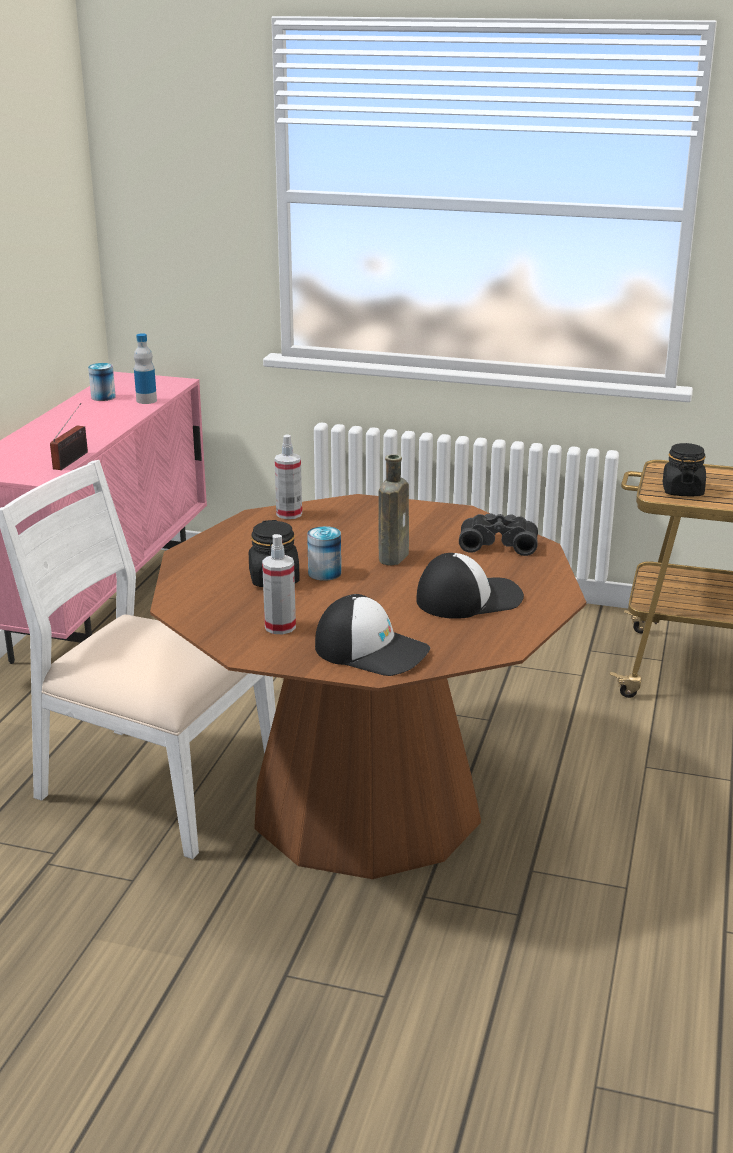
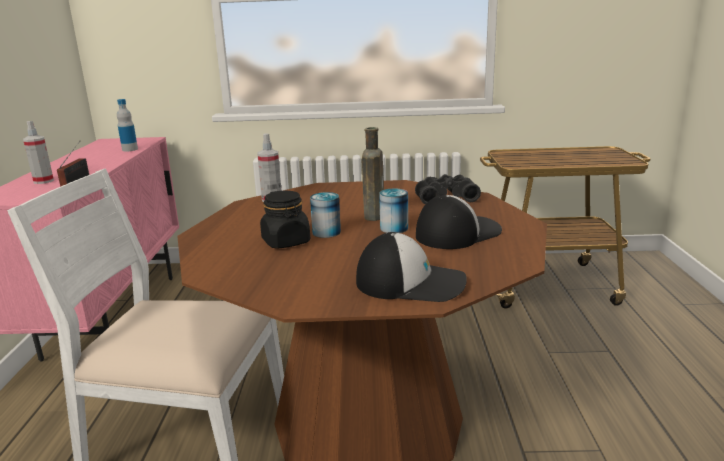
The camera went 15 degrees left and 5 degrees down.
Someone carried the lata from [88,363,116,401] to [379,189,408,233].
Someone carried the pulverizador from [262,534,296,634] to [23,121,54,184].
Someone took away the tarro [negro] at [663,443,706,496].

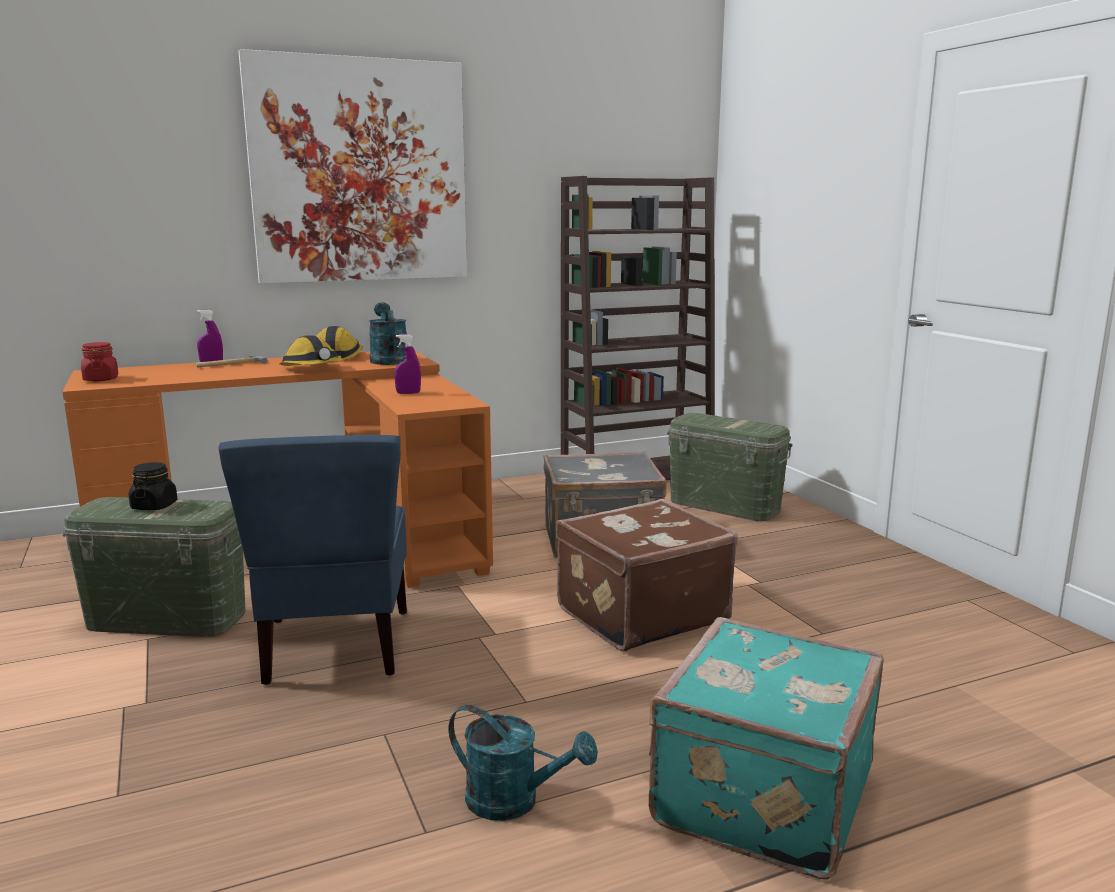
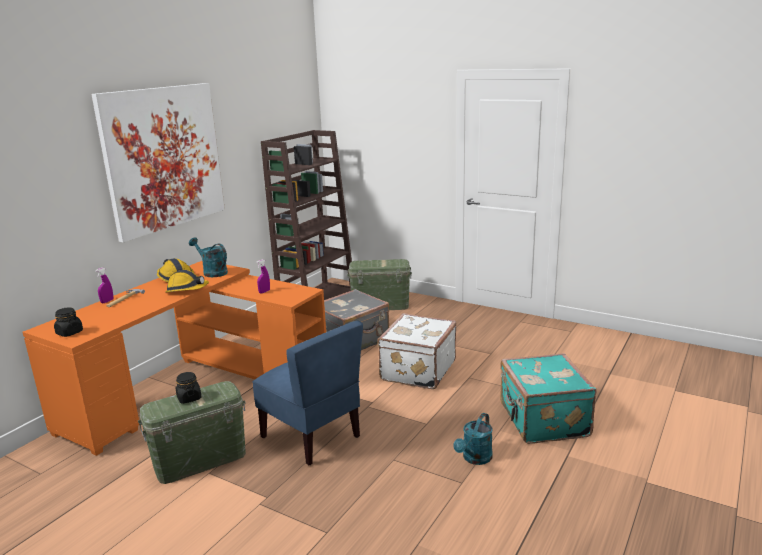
The camera went 35 degrees left and 5 degrees up.
Someone repainted the tarro [rojo] at [81,342,118,381], which became the tarro [negro] at [54,307,83,337].
Someone rotated the regadera [turquesa] at [449,705,598,821] by 135 degrees clockwise.
Someone repainted the maleta [marrón] at [556,499,738,652], which became the maleta [blanco] at [377,313,456,389].

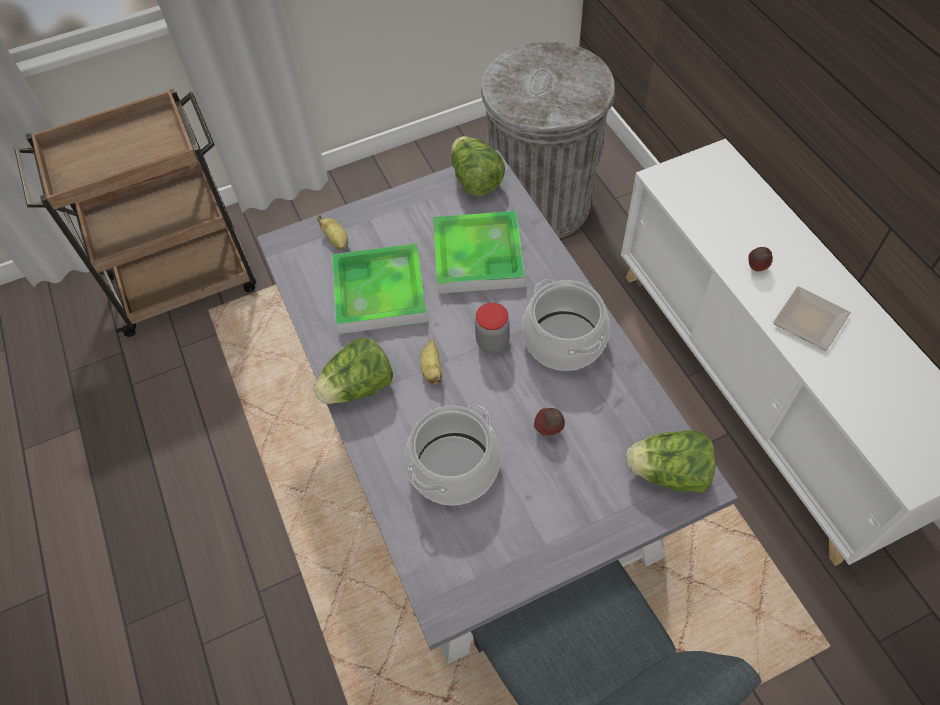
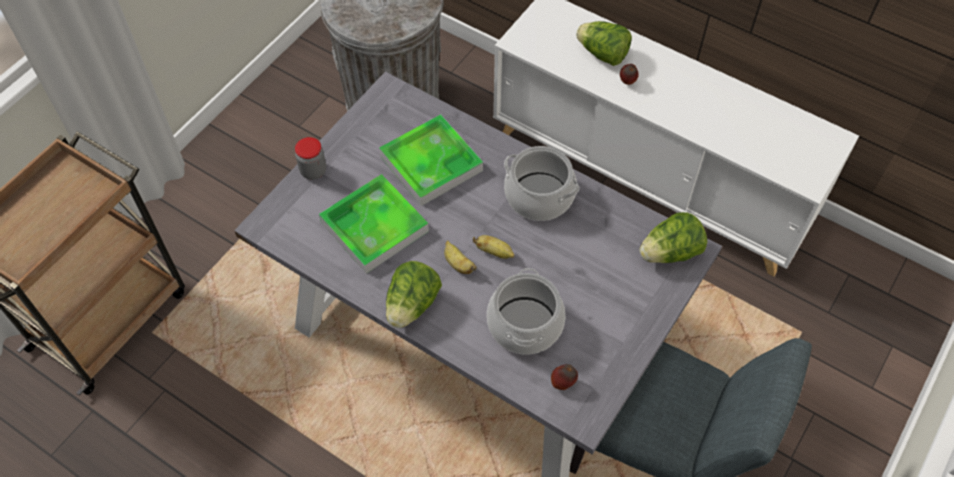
The camera went 35 degrees left and 0 degrees up.
Someone carried the plátano from [318,215,348,250] to [473,235,514,259].
Someone carried the lechuga from [451,136,505,196] to [576,21,632,66].
Someone carried the tarro from [475,303,509,354] to [295,137,326,180].
Someone carried the manzana from [534,408,565,436] to [551,364,578,390].
Someone took away the plato at [773,286,851,351].

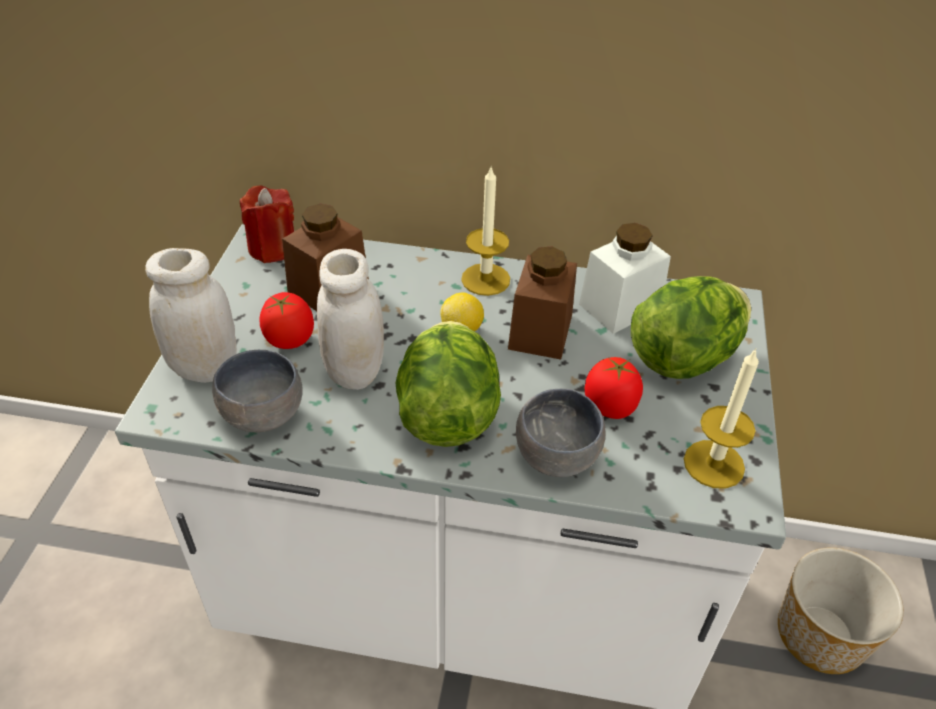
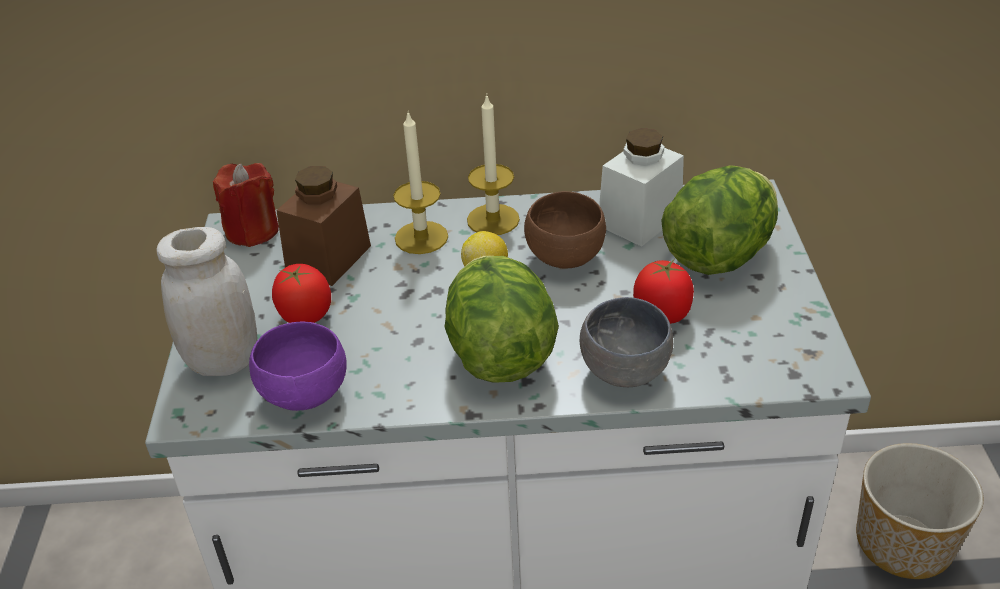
The camera went 10 degrees left and 5 degrees down.
Someone repainted the cuenco [gris] at [212,350,303,432], which became the cuenco [morado] at [249,321,347,411].
Someone took away the tarro [blanco] at [317,249,384,390].
Someone swapped the tarro [marrón] at [508,247,577,359] for the cuenco [marrón] at [524,191,606,269].
Someone carried the vela from [684,349,759,489] to [393,112,448,254].

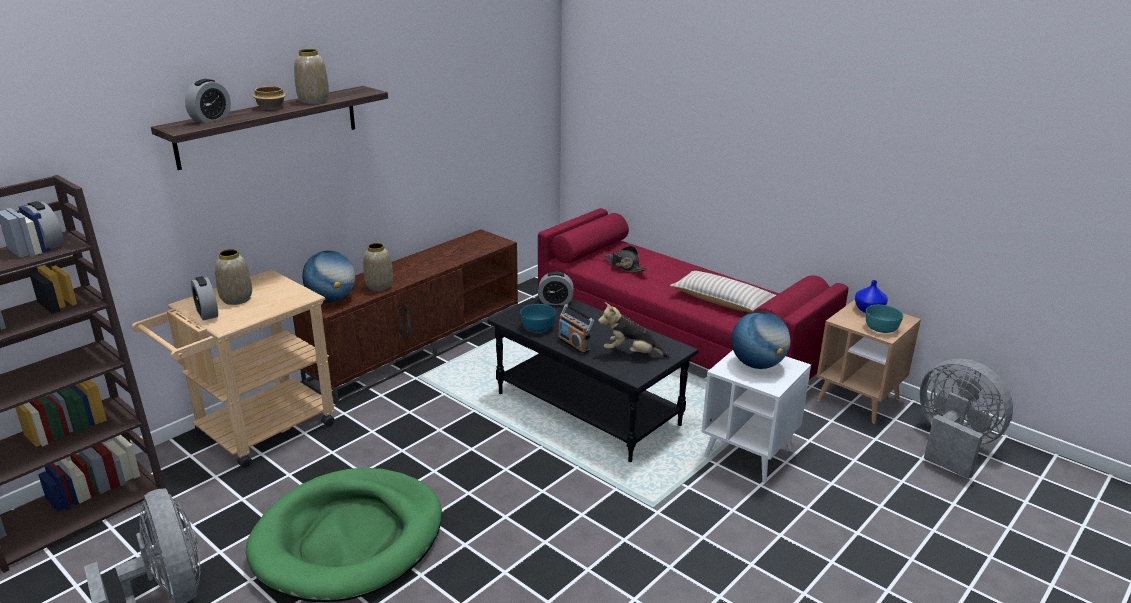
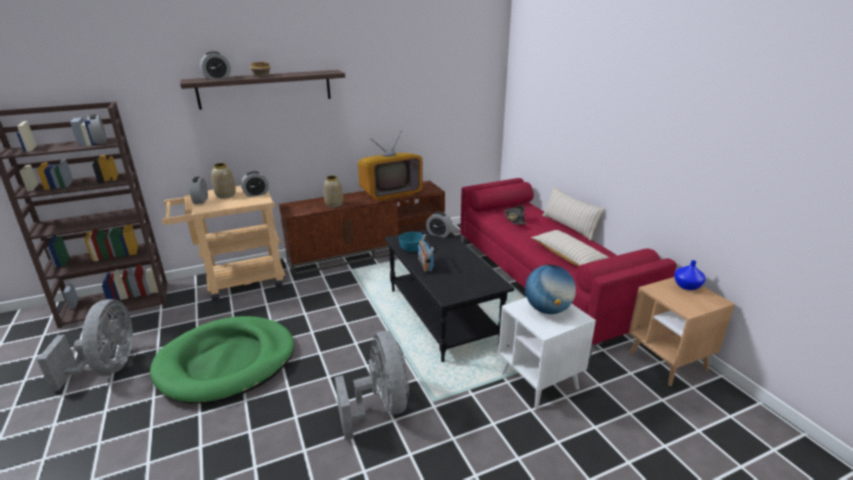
The camera went 25 degrees right and 0 degrees up.
Someone took away the florero at [294,49,329,104].
Someone took away the globo terráqueo at [302,251,355,302].
Someone took away the peluche at [598,302,670,358].
Someone took away the cuenco [turquesa] at [866,305,903,333].
Someone carried the ventilador [gris] from [919,359,1013,479] to [335,331,409,441].
Someone put down the despertador at [241,171,269,197].
Someone put down the televisor at [358,131,423,202].
Someone put down the cojín [beis] at [542,187,604,241].

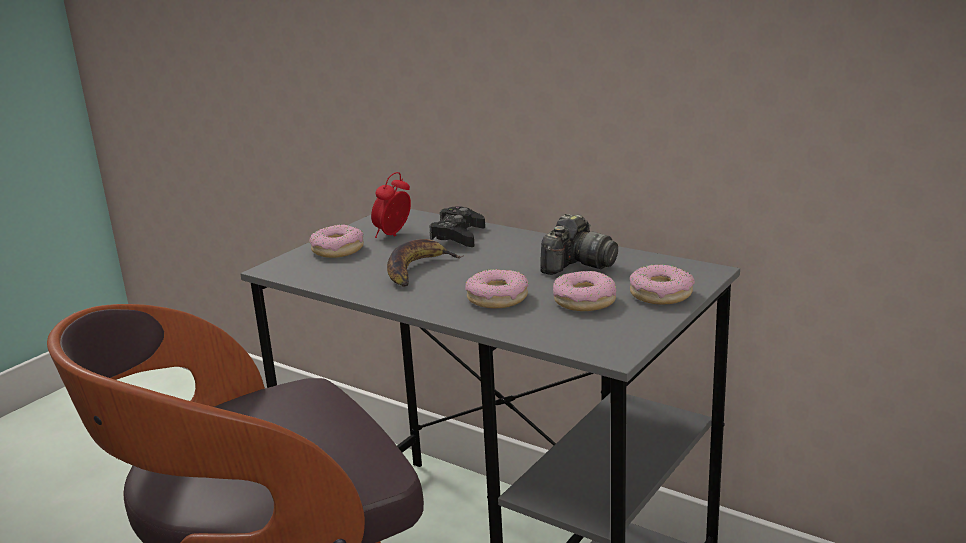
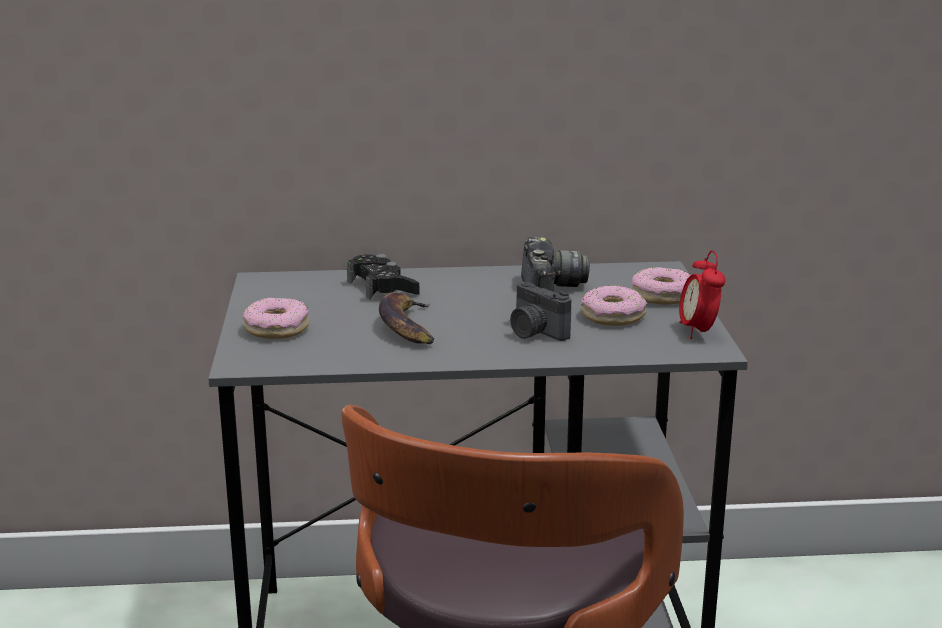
The camera went 40 degrees left and 0 degrees up.
Someone carried the despertador from [371,172,411,238] to [679,250,725,339].
Someone swapped the rosquilla at [465,269,529,308] for the cámara at [510,282,571,341].

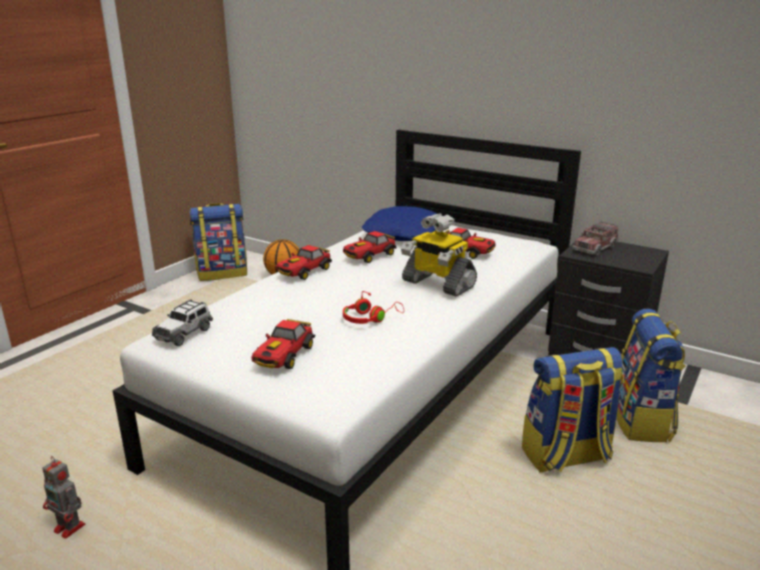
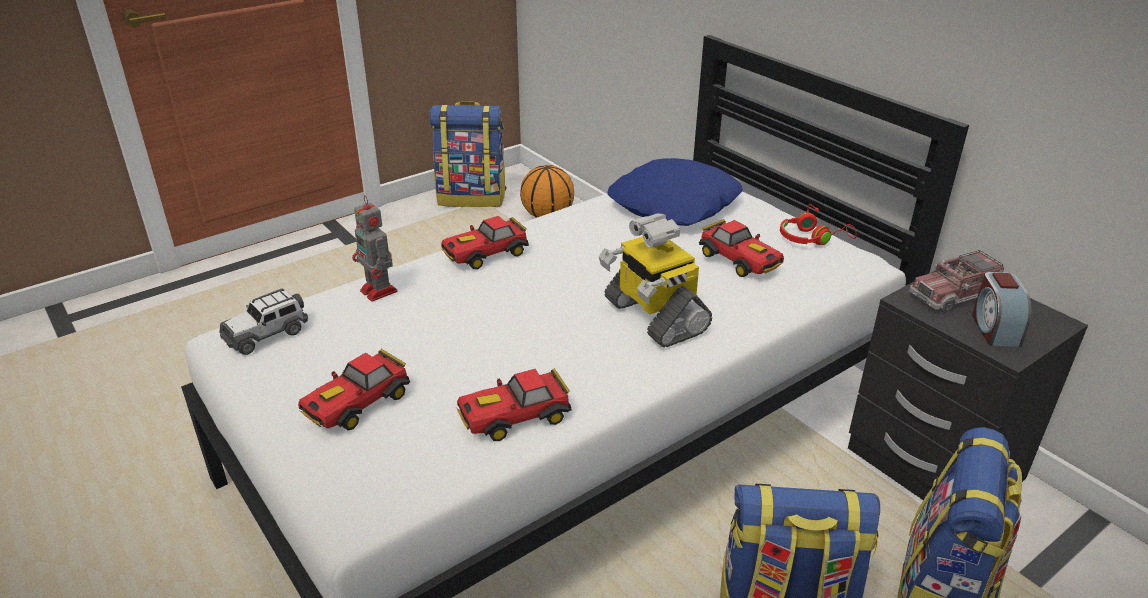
The camera went 20 degrees right and 10 degrees up.
Someone carried the robot de juguete from [42,456,85,539] to [352,196,398,301].
Someone carried the coche de juguete from [343,231,397,263] to [457,368,572,441].
Someone carried the auriculares [rojo] from [343,291,404,324] to [780,204,856,245].
Someone put down the despertador at [972,272,1032,347].

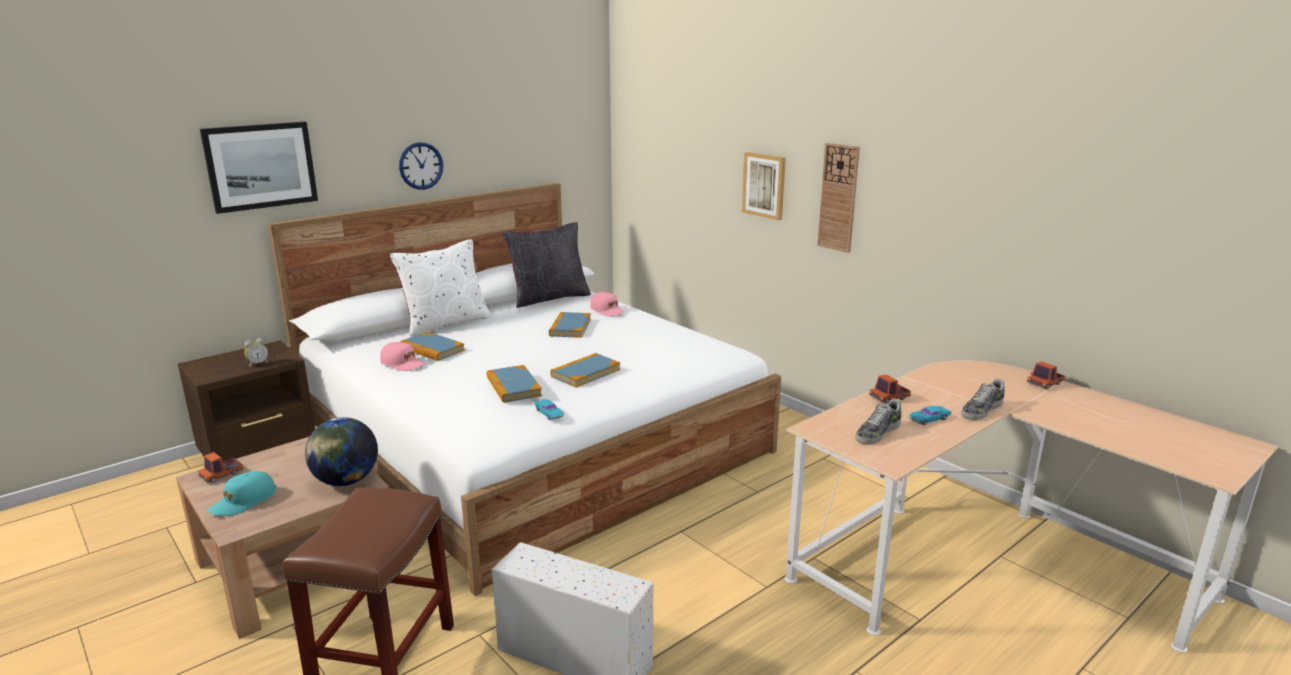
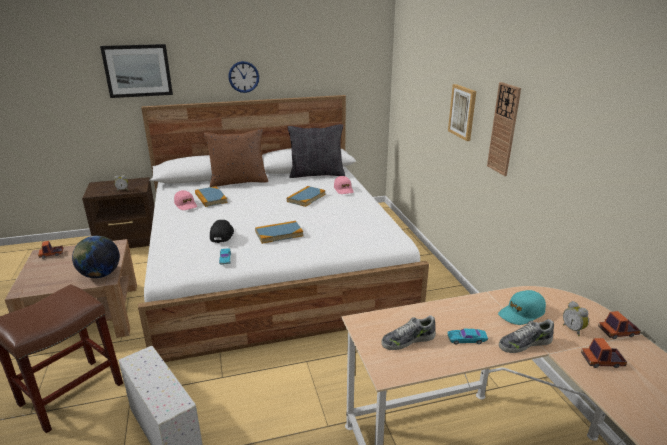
The camera went 25 degrees right and 5 degrees up.
Someone carried the gorra [turquesa] from [208,471,276,516] to [498,290,546,325].
Someone repainted the cojín [blanco] at [390,239,491,337], which became the cojín [marrón] at [204,129,268,187].
Someone swapped the libro at [487,365,542,403] for the gorra [negro] at [210,220,234,243].
Someone carried the camión de juguete from [869,374,911,404] to [581,338,627,368].
Someone put down the despertador at [563,301,589,336].

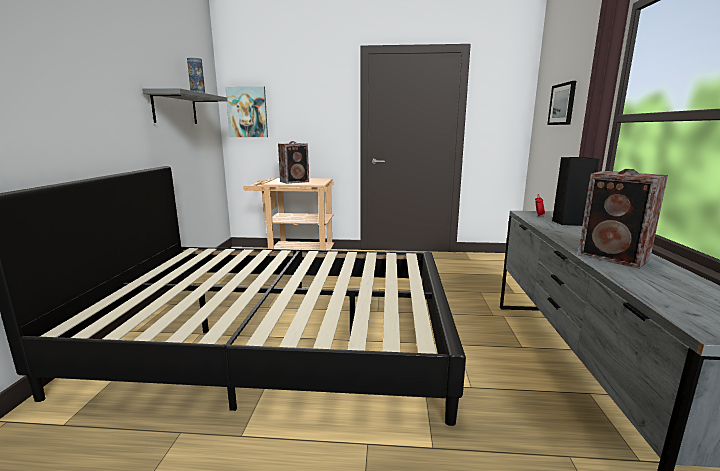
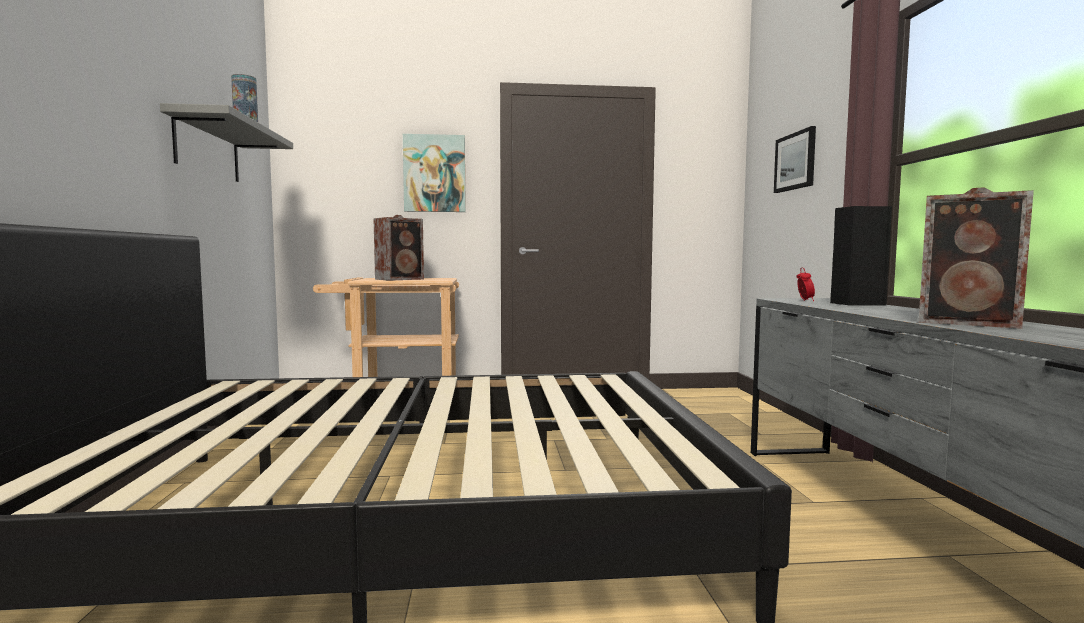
The camera went 10 degrees left and 10 degrees down.
Someone carried the cuadro from [225,86,268,137] to [403,134,466,212].

